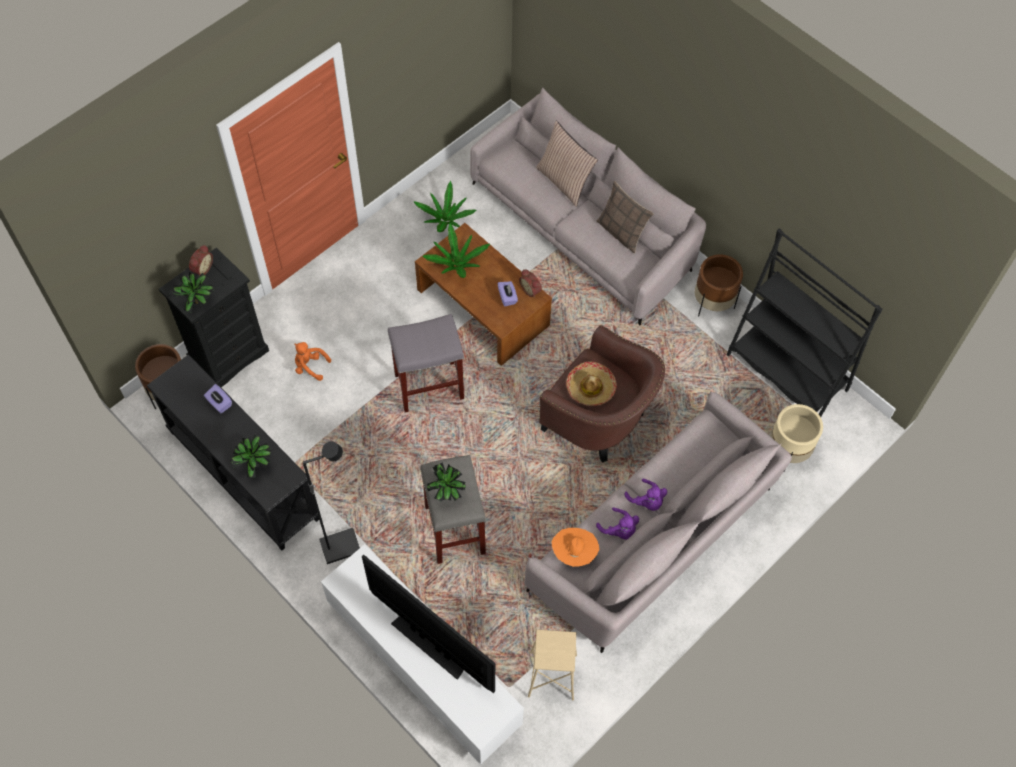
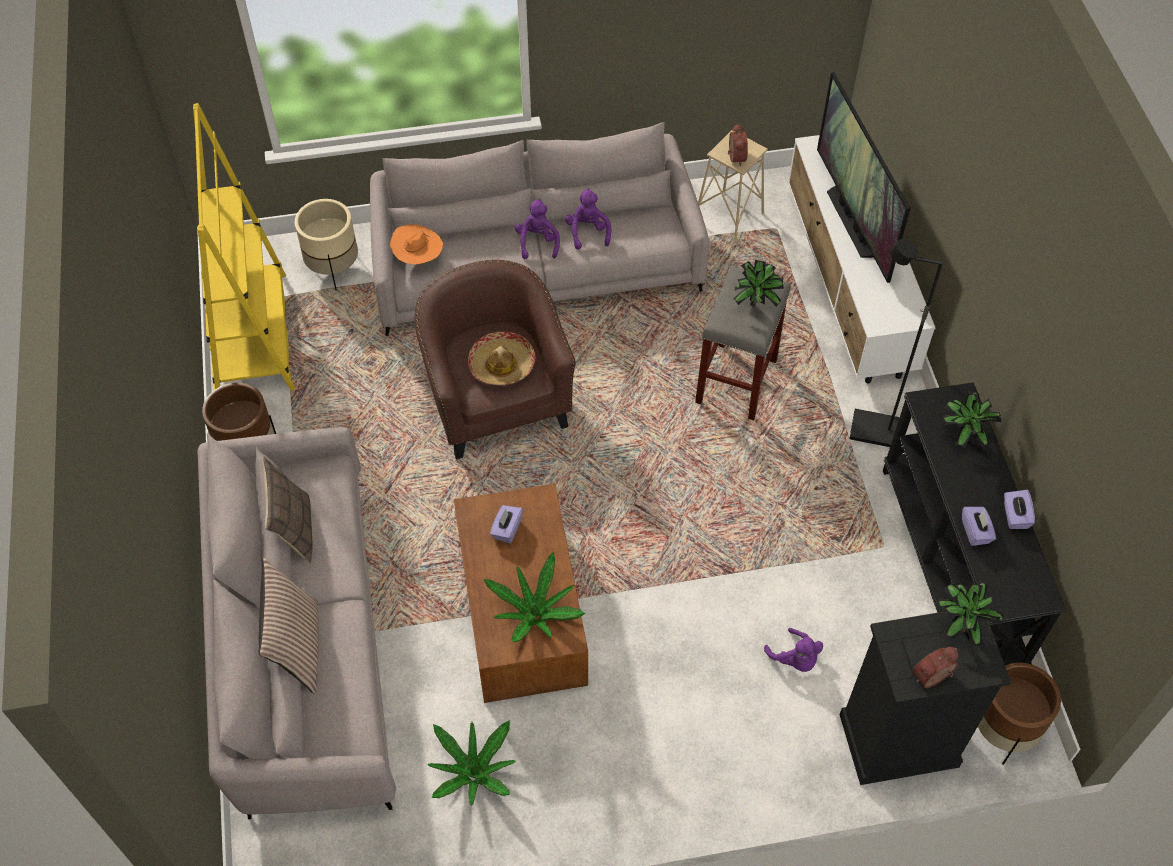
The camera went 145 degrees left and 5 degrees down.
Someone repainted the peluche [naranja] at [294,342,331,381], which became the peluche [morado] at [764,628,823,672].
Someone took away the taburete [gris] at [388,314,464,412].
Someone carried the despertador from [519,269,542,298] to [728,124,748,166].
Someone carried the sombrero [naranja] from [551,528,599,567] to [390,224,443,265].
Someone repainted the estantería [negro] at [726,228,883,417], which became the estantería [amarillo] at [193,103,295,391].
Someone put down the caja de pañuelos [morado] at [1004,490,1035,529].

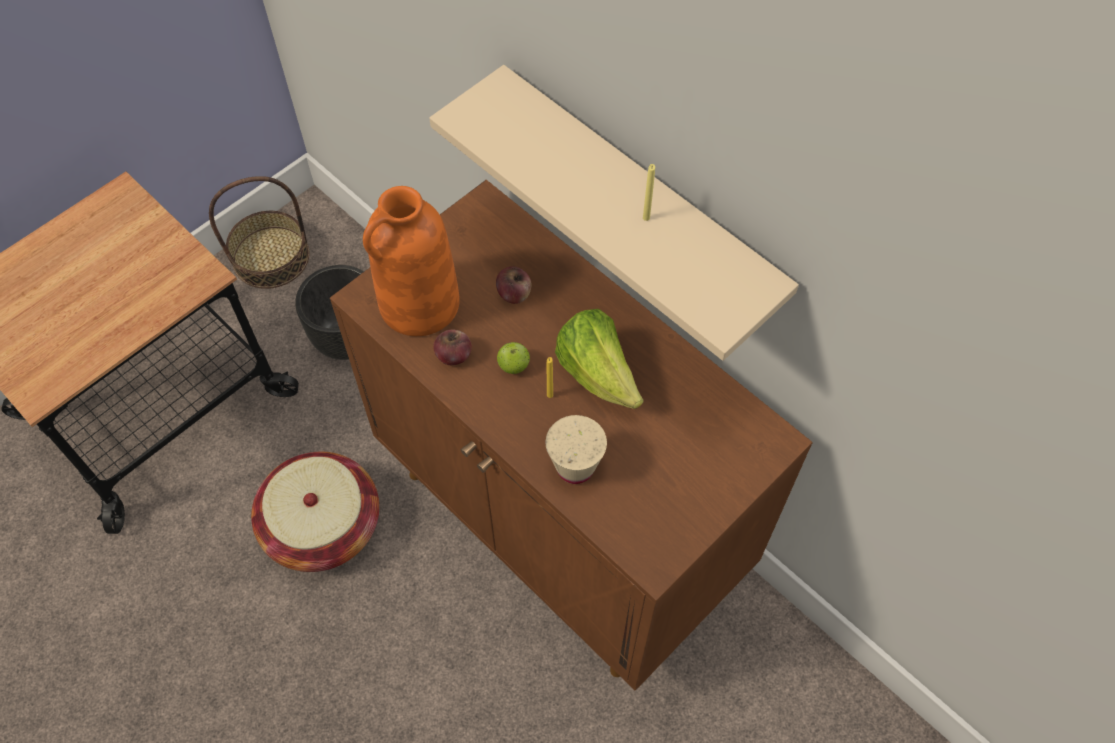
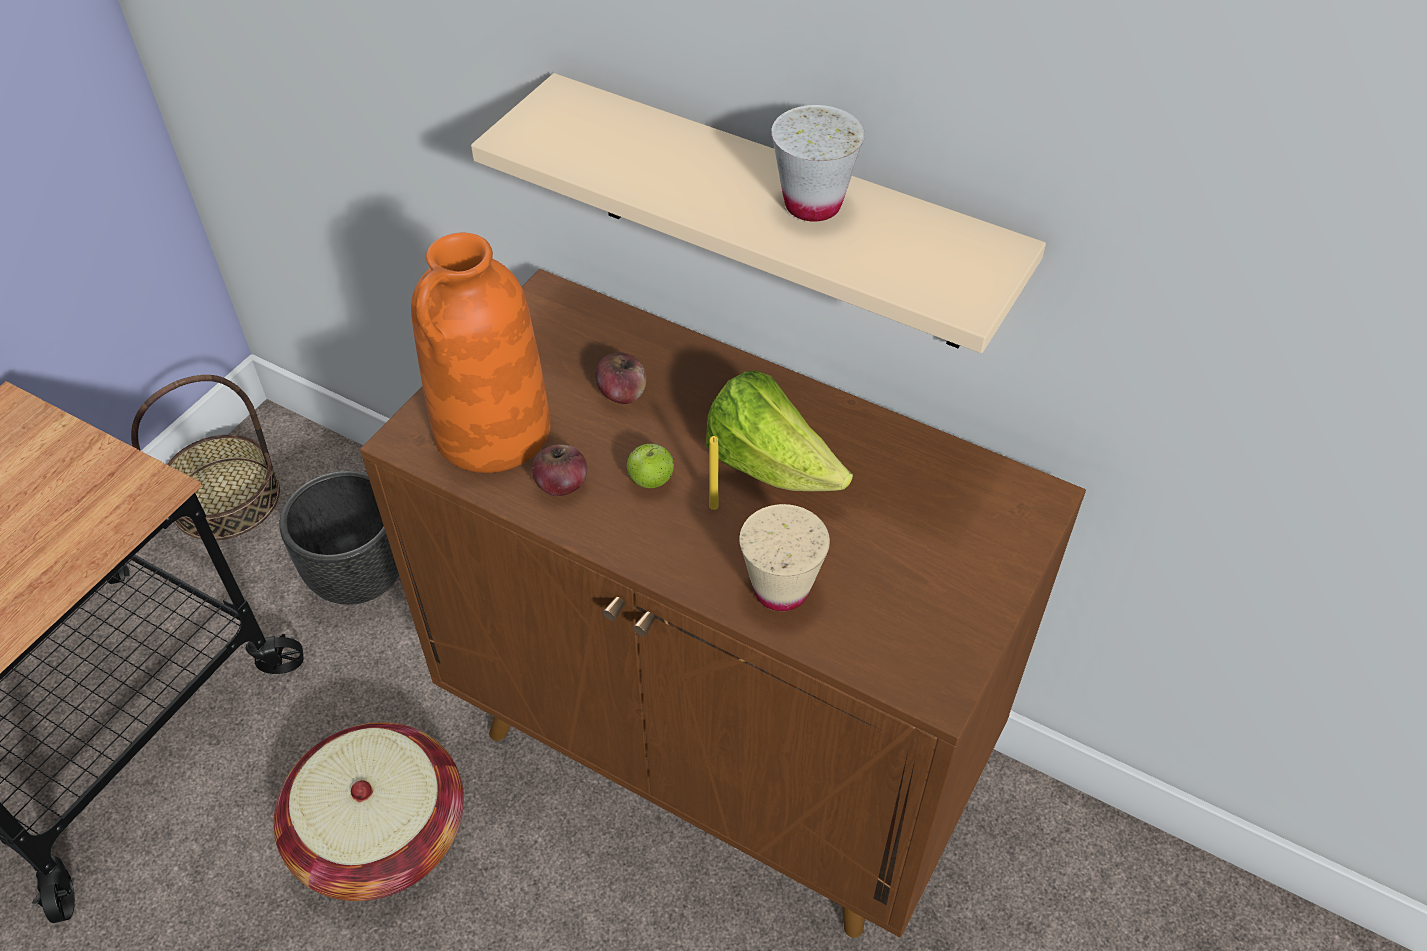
The camera went 15 degrees left and 10 degrees down.
Someone swapped the vela [amarillo] at [643,164,655,221] for the taza [blanco] at [771,105,865,222].

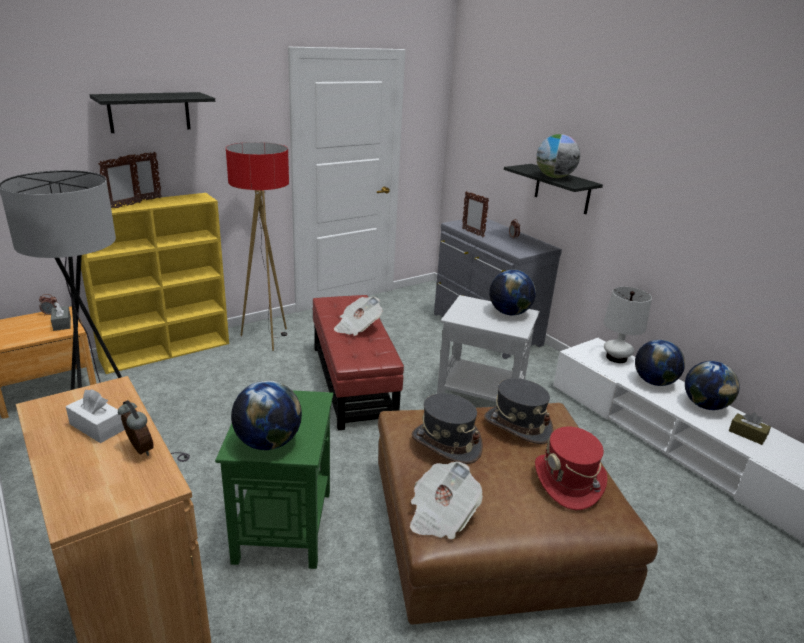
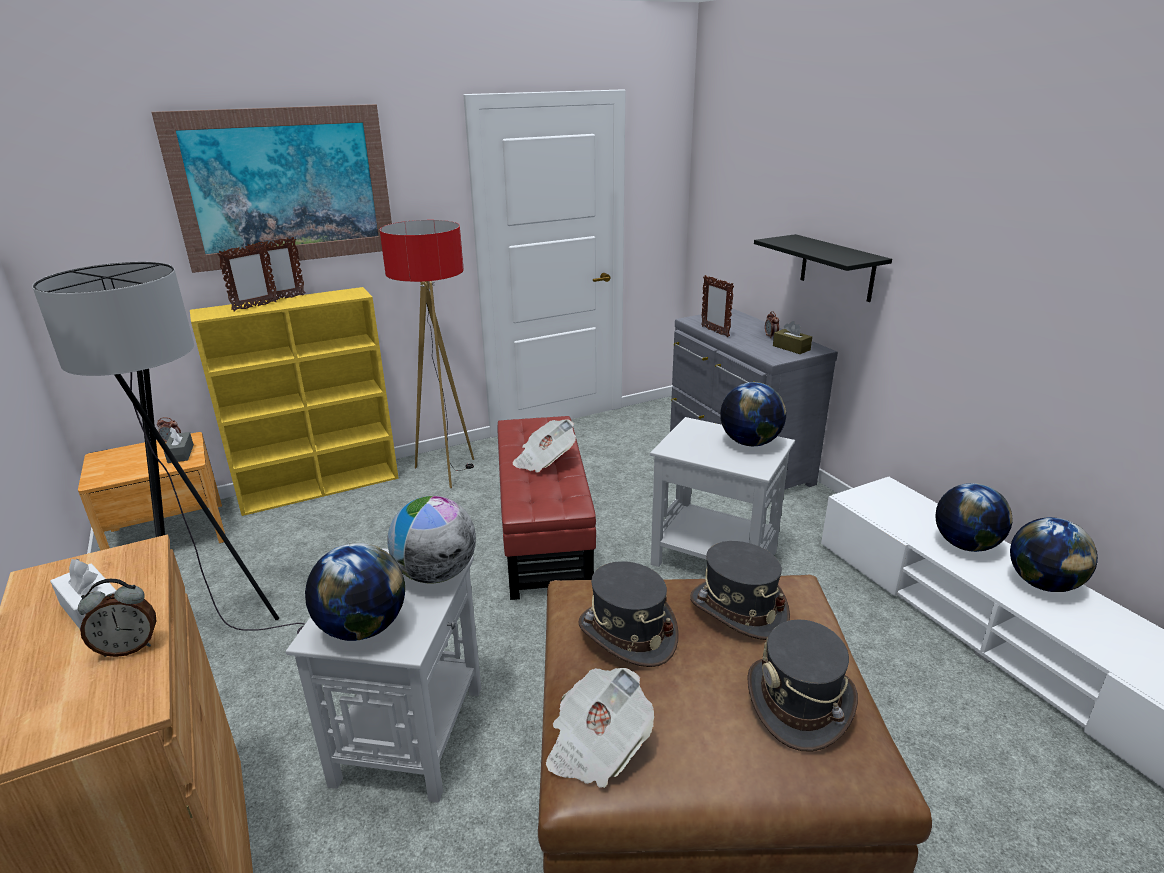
The camera went 10 degrees right and 0 degrees up.
Someone swapped the estante [negro] at [90,92,215,133] for the cuadro at [151,104,392,273].
Someone rotated the despertador at [118,400,154,456] by 105 degrees clockwise.
Someone repainted the mesa auxiliar [verde] at [215,390,333,569], which became the mesa auxiliar [blanco] at [285,548,481,803].
Someone repainted the sombrero [rojo] at [535,426,608,510], which became the sombrero [gris] at [747,619,858,752].
Someone carried the globo terráqueo from [536,134,580,178] to [387,496,476,584].
Someone took away the lámpara de mesa [blanco] at [603,287,652,363].
Someone carried the caja de pañuelos [marrón] from [729,412,771,445] to [773,321,812,354].

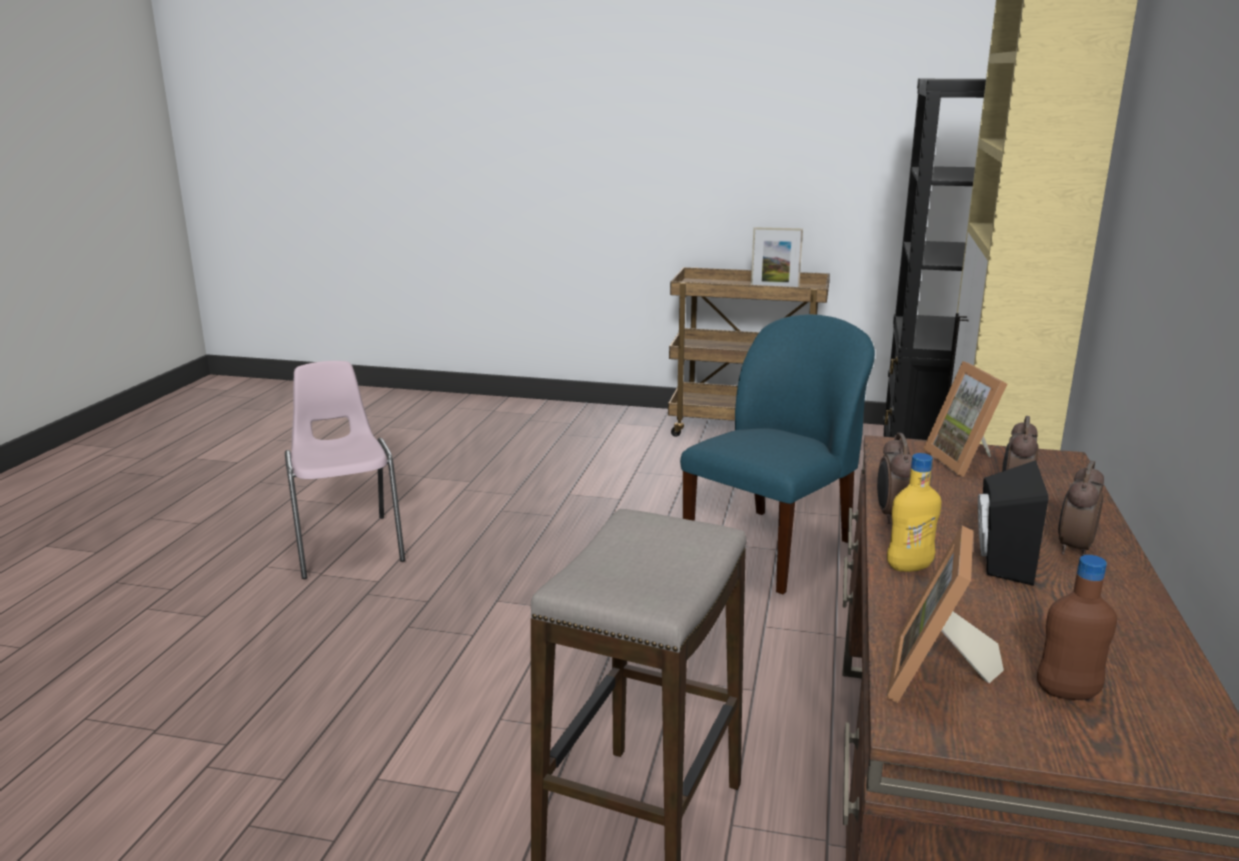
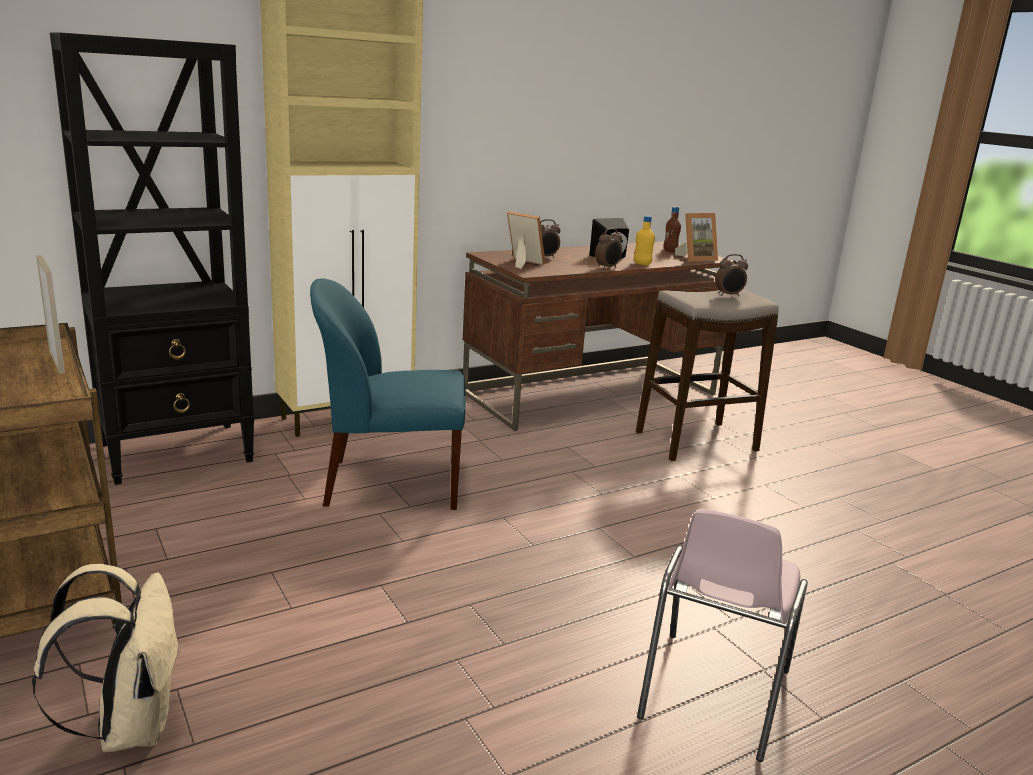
The camera went 135 degrees left and 0 degrees up.
Someone rotated the portarretratos at [923,361,1007,477] by 90 degrees counterclockwise.
Someone carried the despertador from [1058,461,1104,556] to [715,254,748,297].
Someone put down the mochila [beis] at [32,564,181,752].

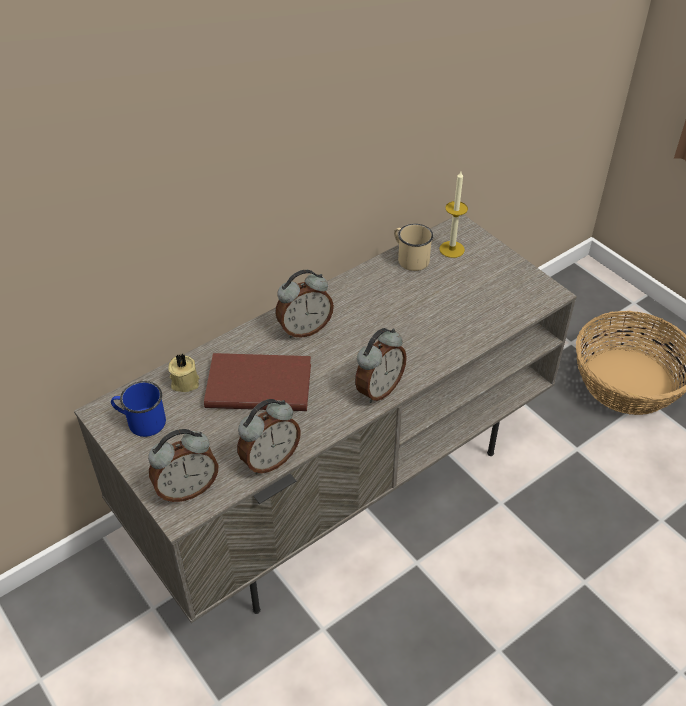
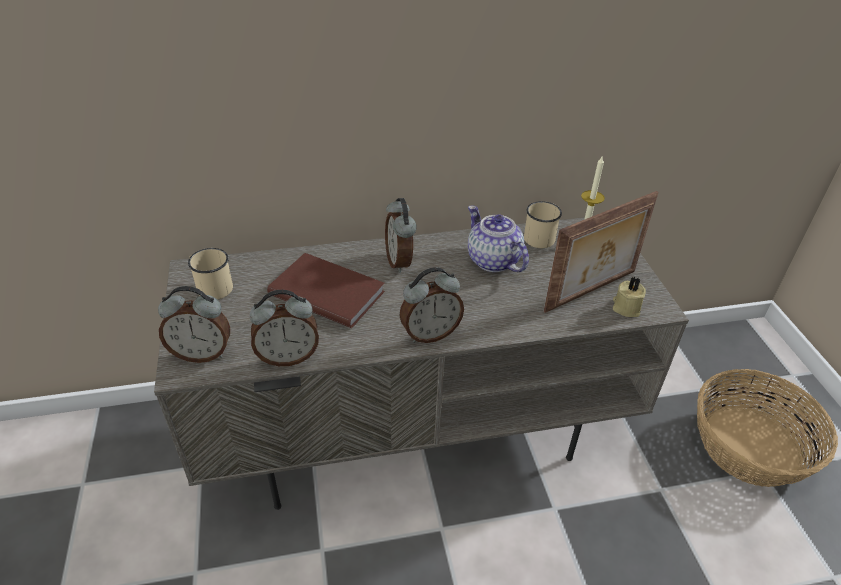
The camera went 25 degrees right and 5 degrees down.
Someone repainted the taza grande [azul] at [111,381,166,437], which became the taza grande [beis] at [188,248,233,300].
Someone carried the vela [beis] from [168,354,199,392] to [613,276,646,317].
Someone rotated the despertador at [275,270,334,338] by 75 degrees clockwise.
Someone put down the tetera at [468,205,529,272].
Someone put down the portarretratos at [544,191,658,313].

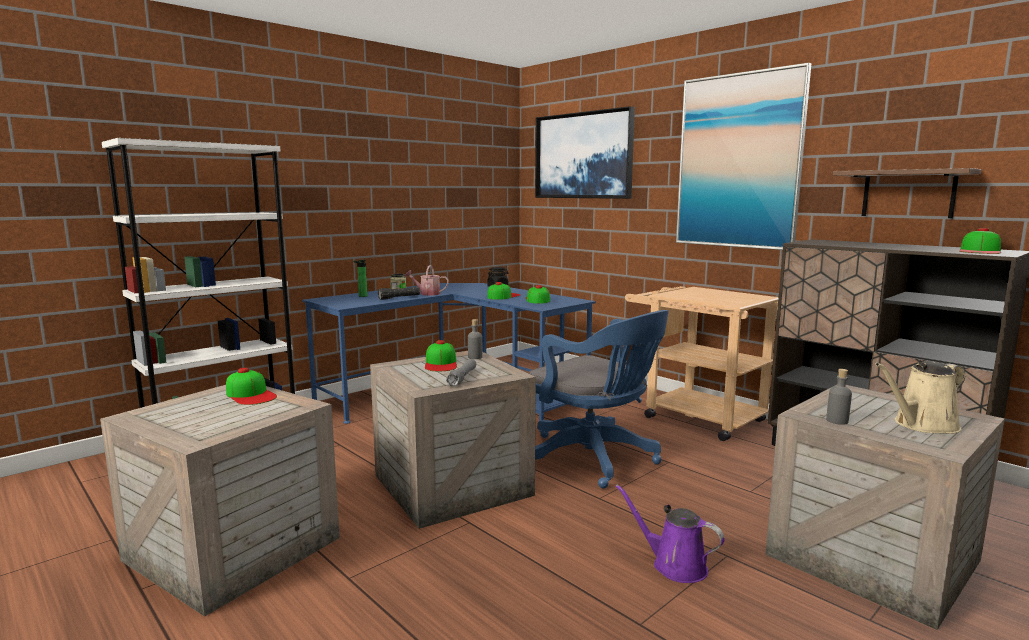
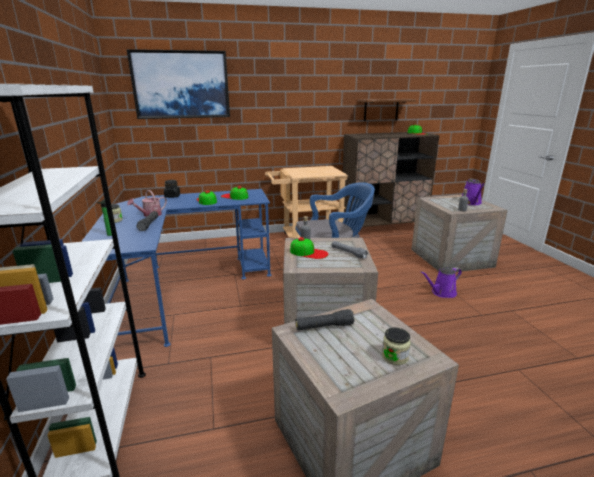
The camera went 60 degrees left and 10 degrees up.
Someone swapped the gorra at [226,368,277,405] for the linterna [negro] at [295,309,355,330].
Someone took away the cuadro at [676,63,811,250].
Someone repainted the regadera [beis] at [875,361,966,434], which became the regadera [morado] at [462,179,484,205].
Someone put down the tarro at [382,327,411,365].

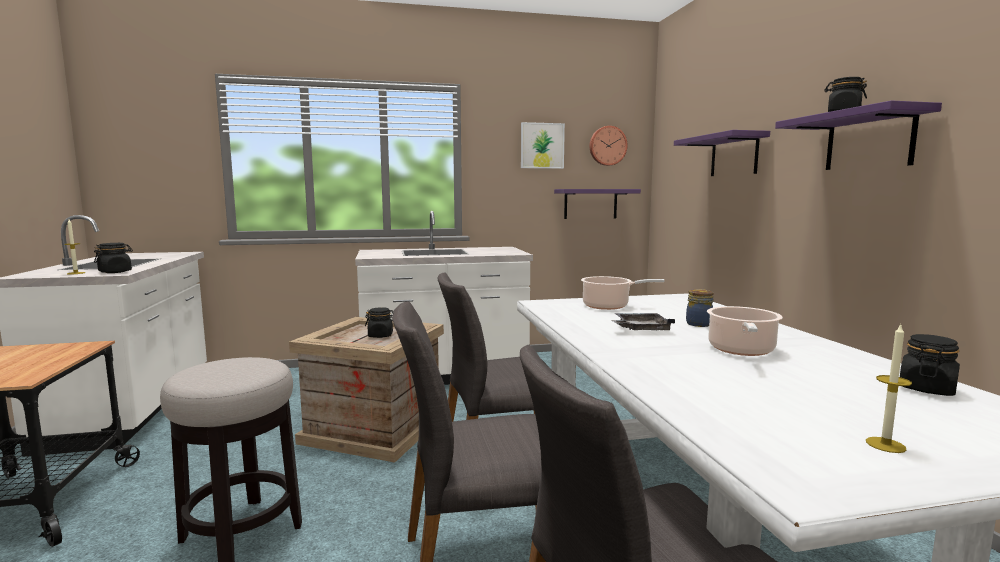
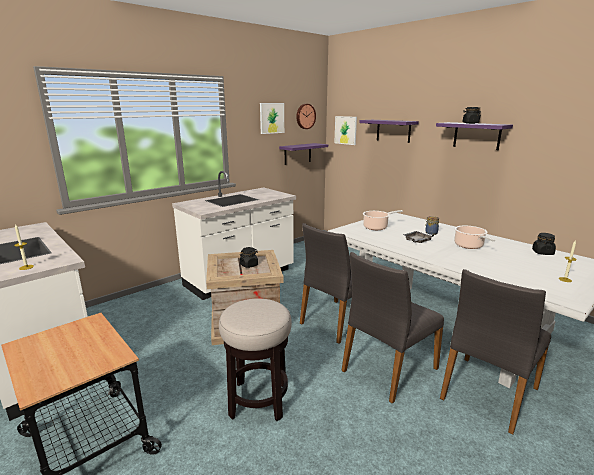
The camera went 30 degrees left and 10 degrees up.
Someone took away the tarro [negro] at [94,243,133,273].
Someone put up the cuadro at [334,116,357,145].

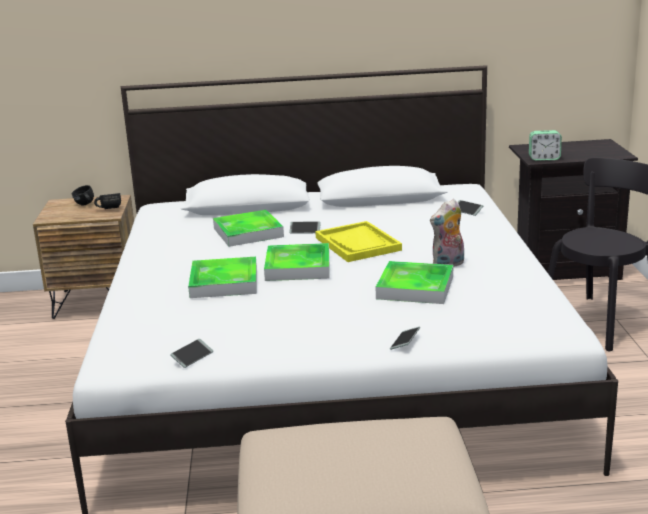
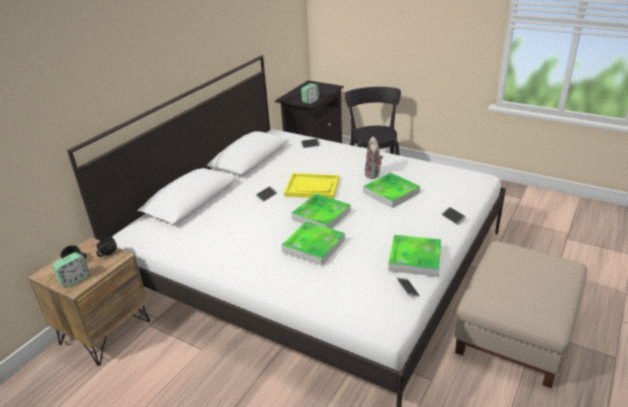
The camera went 55 degrees left and 10 degrees up.
Someone carried the bandeja from [213,210,284,247] to [388,235,441,277].
Someone put down the despertador at [52,252,90,287].

